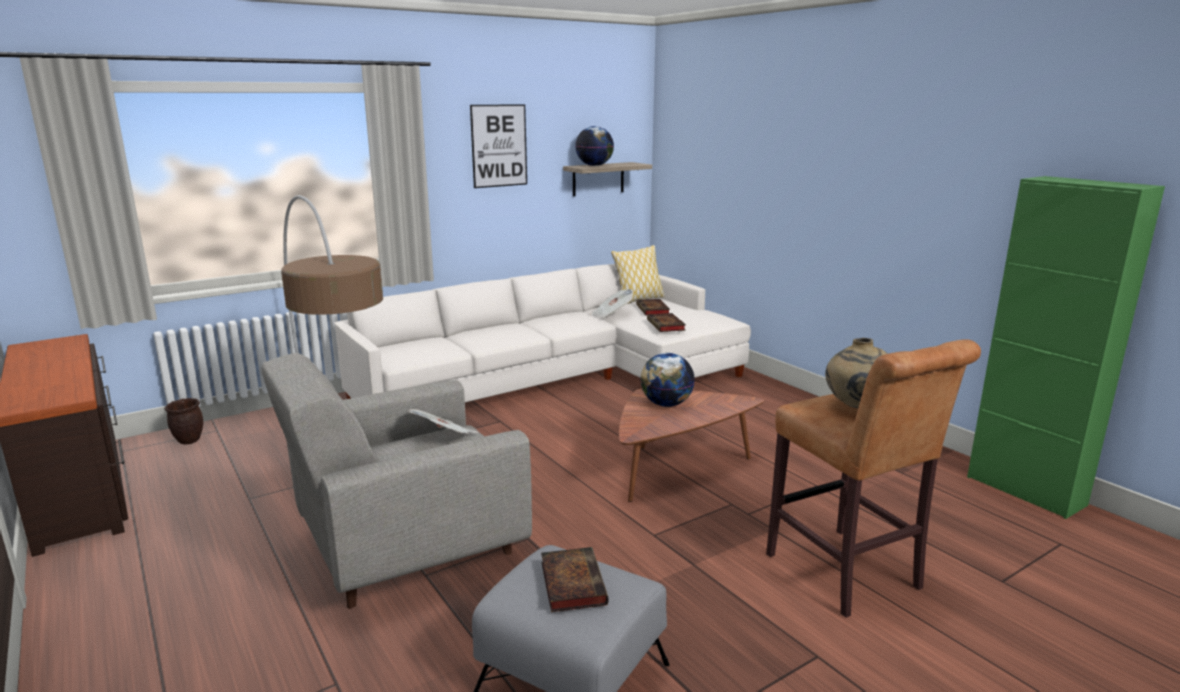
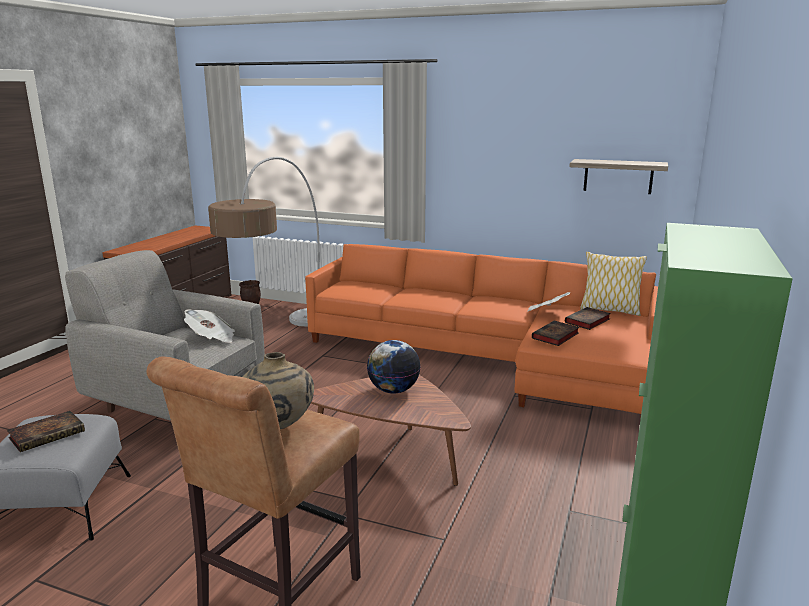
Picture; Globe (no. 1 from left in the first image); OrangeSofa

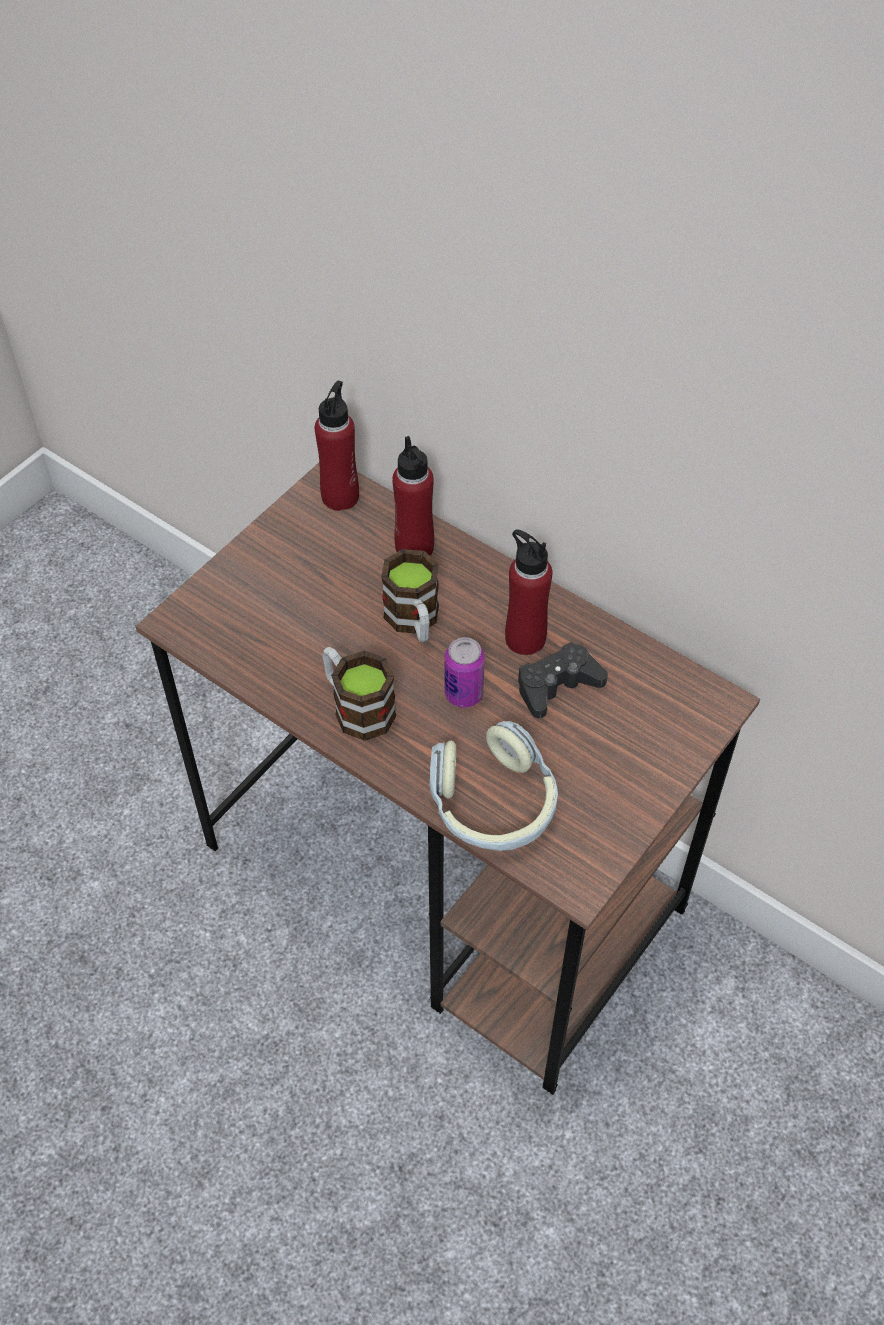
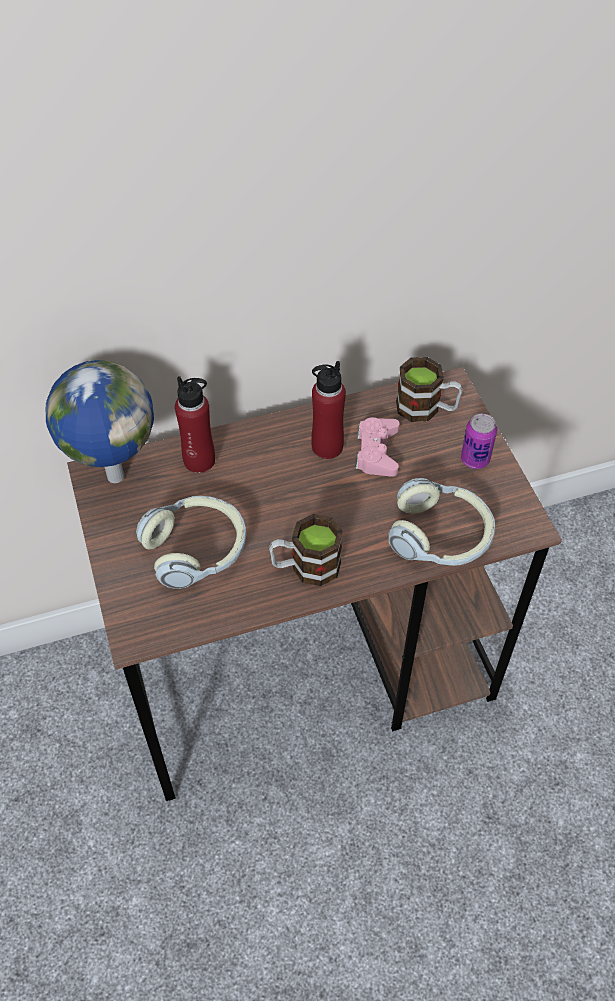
Globe; Mug (no. 2 from left); Can; PinkGameController; Headphones (no. 1 from left)

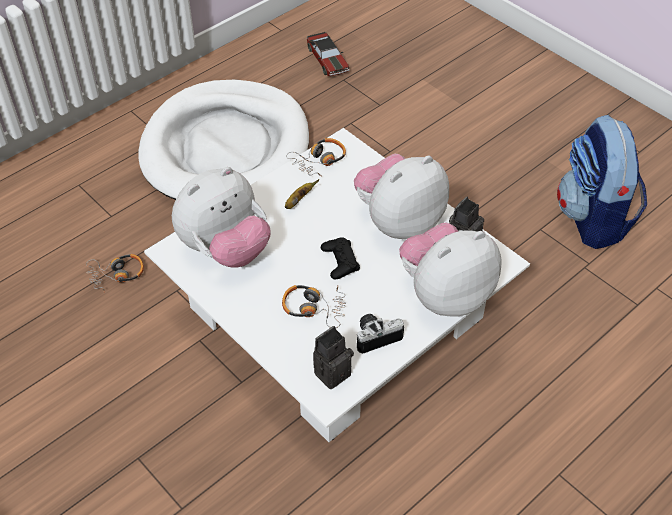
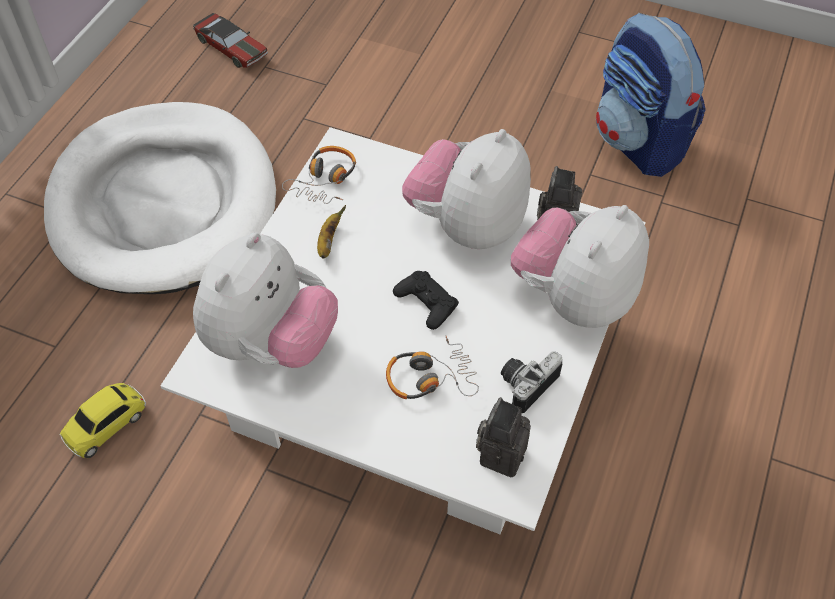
ToyCar (no. 1 from left)

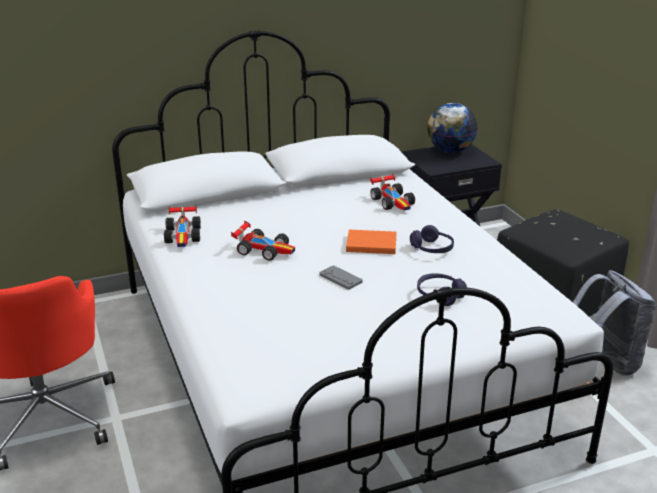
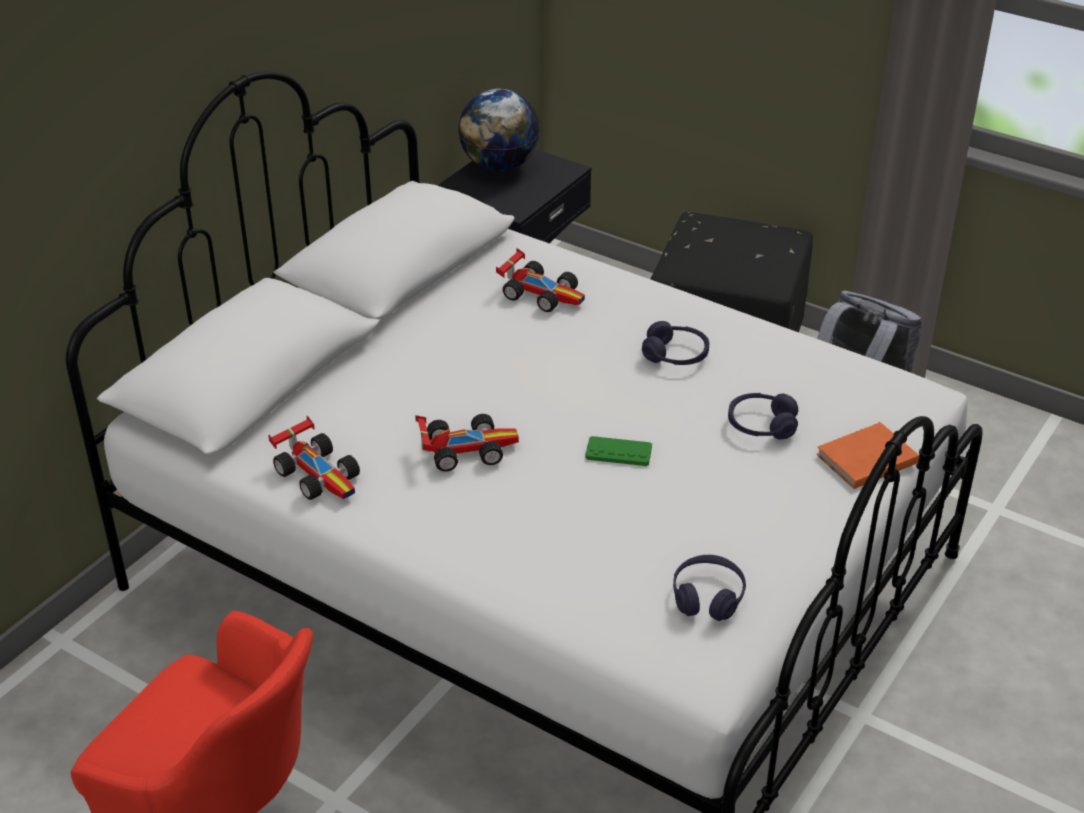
OrangeBook; GreenGameController; PurpleHeadphones (no. 2 from left)

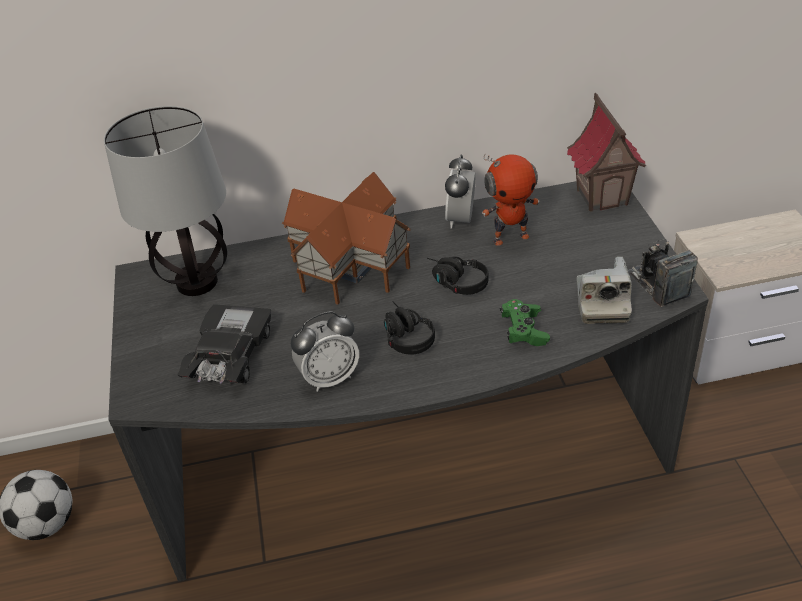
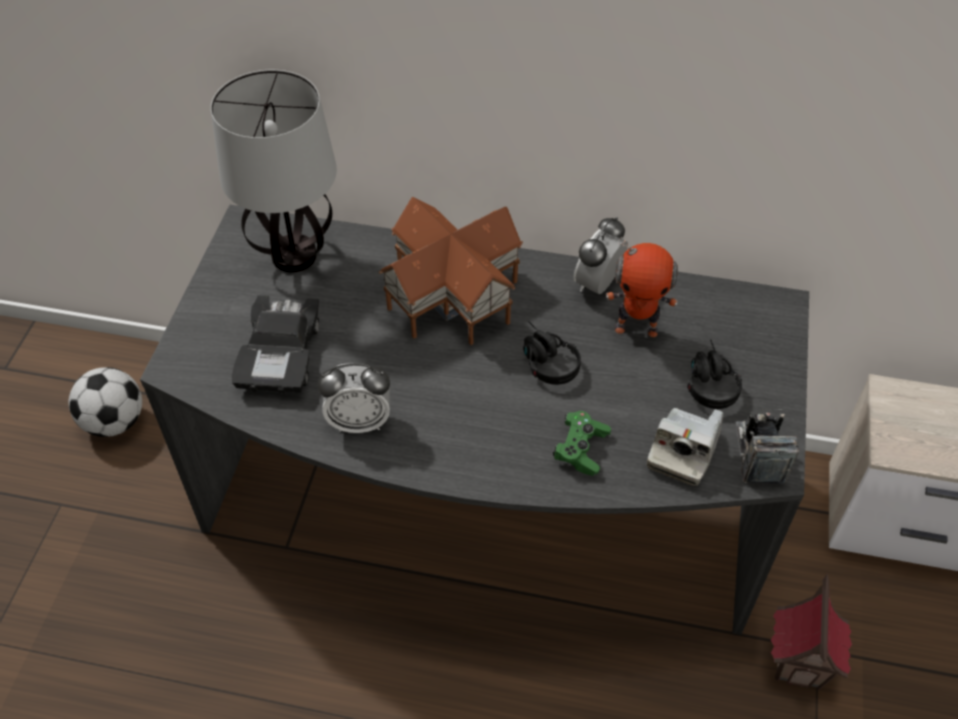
ToyHouse (no. 2 from left); BlackHeadphones (no. 2 from left); BlackToyCar

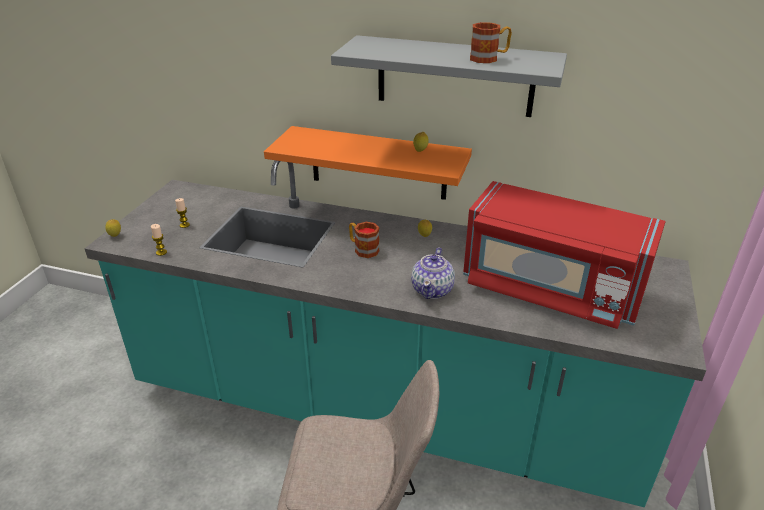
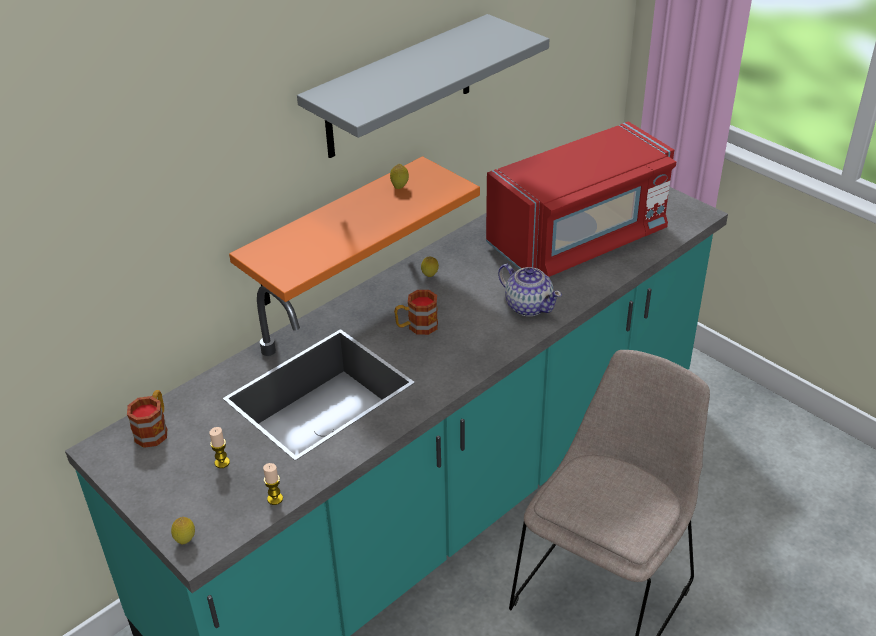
Mug (no. 1 from left)

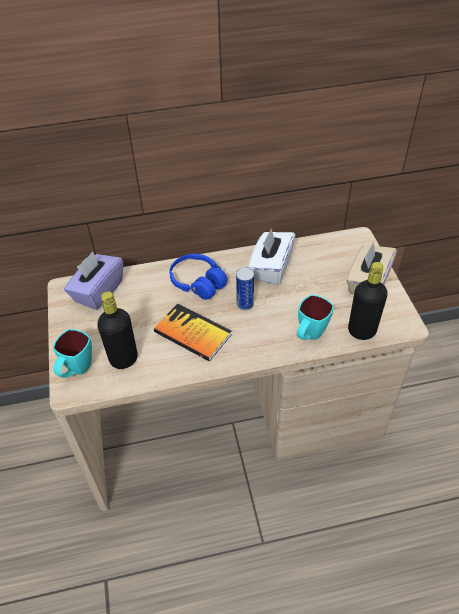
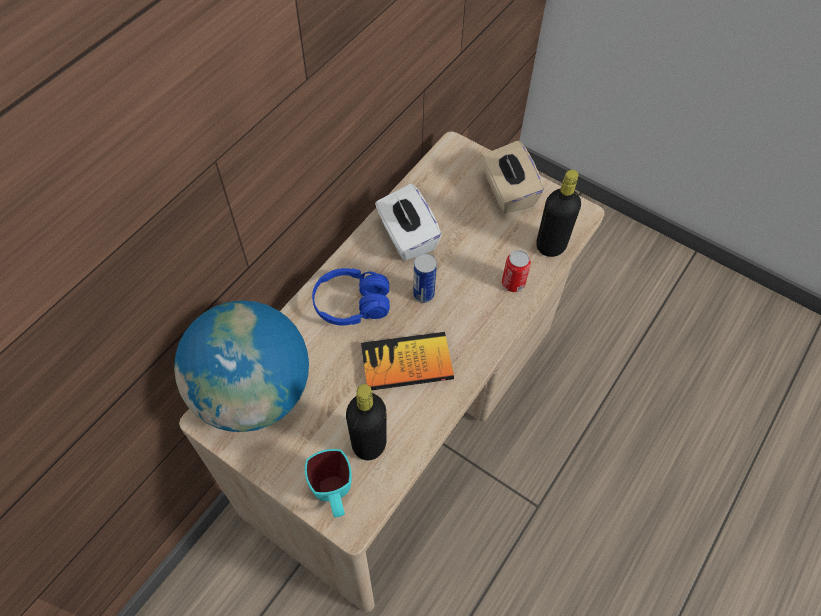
Globe; Can (no. 2 from left)

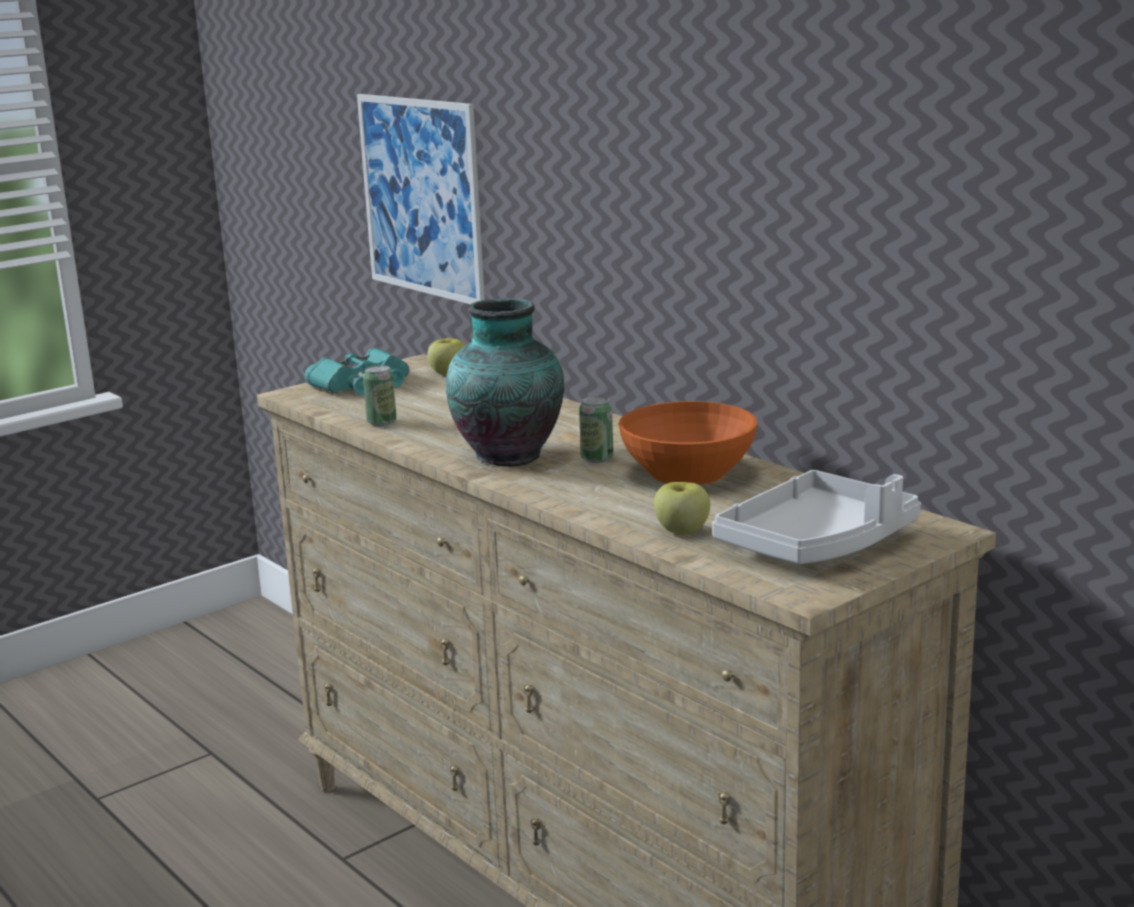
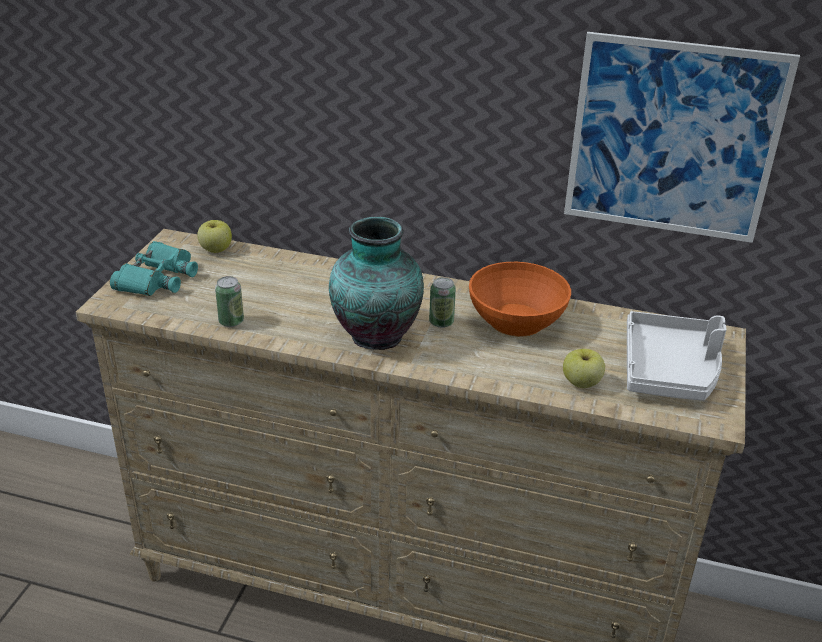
Picture

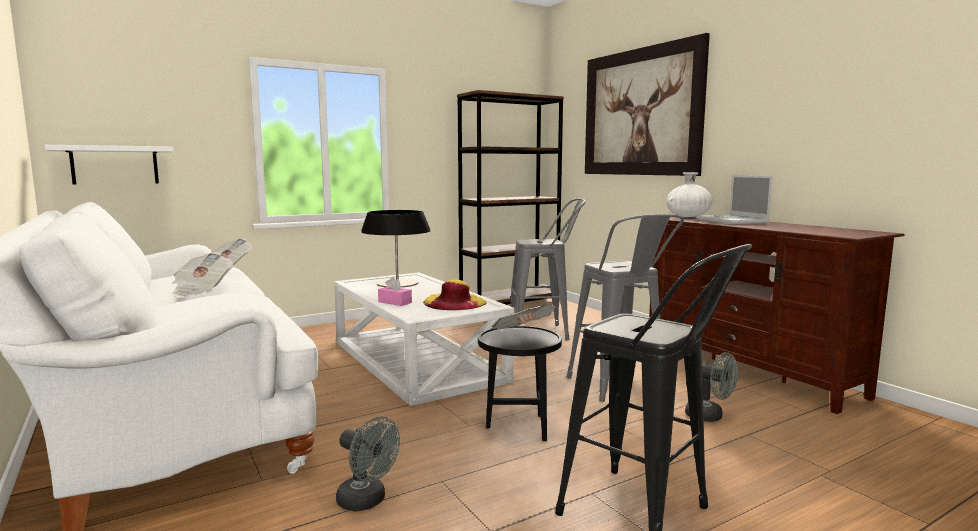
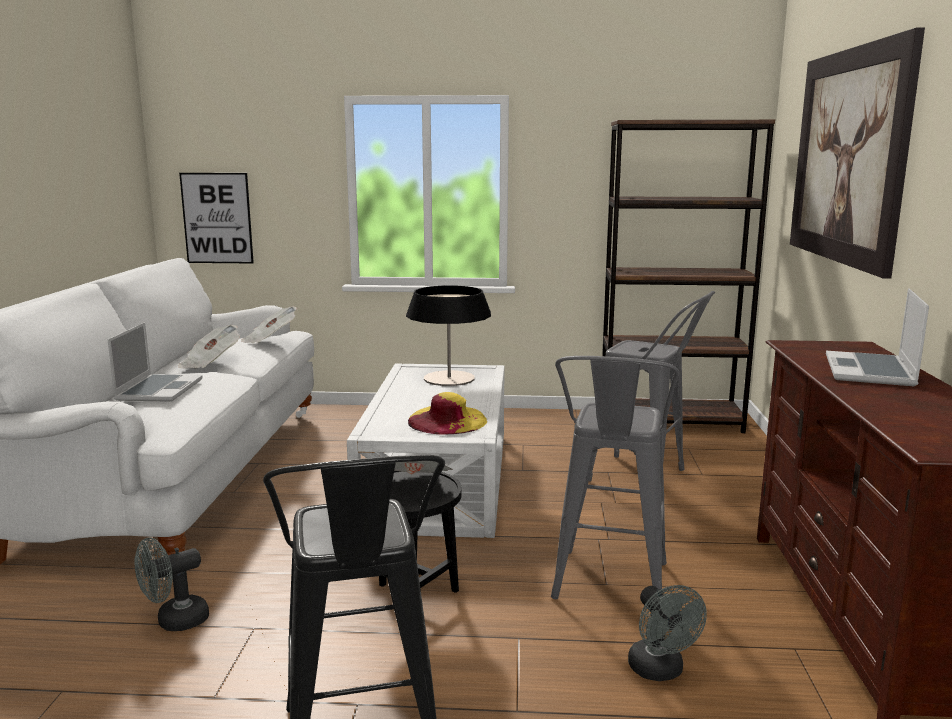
Picture (no. 1 from left); WhiteVase; PinkTissueBox; GreyFan (no. 1 from left); Laptop (no. 1 from left)

